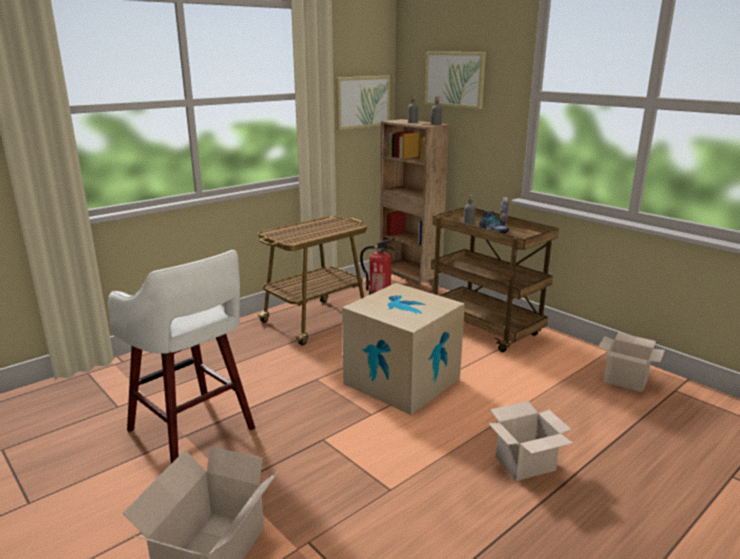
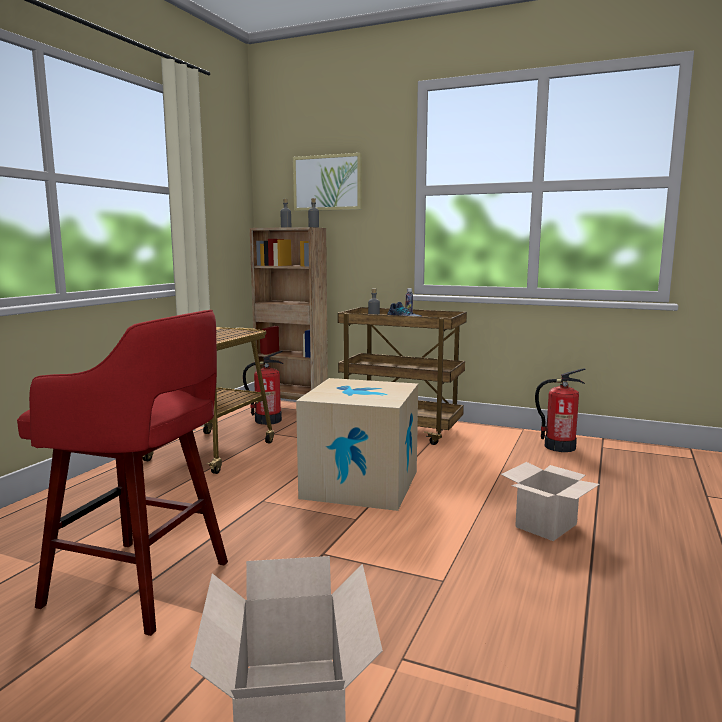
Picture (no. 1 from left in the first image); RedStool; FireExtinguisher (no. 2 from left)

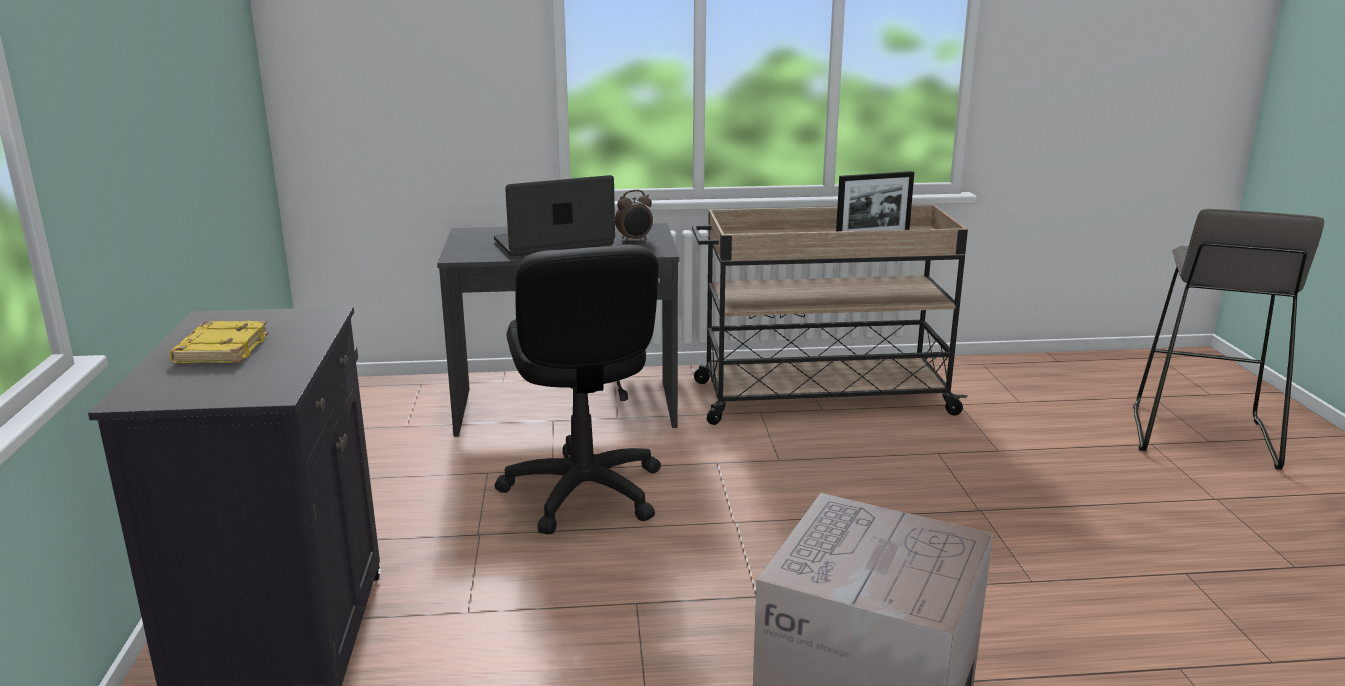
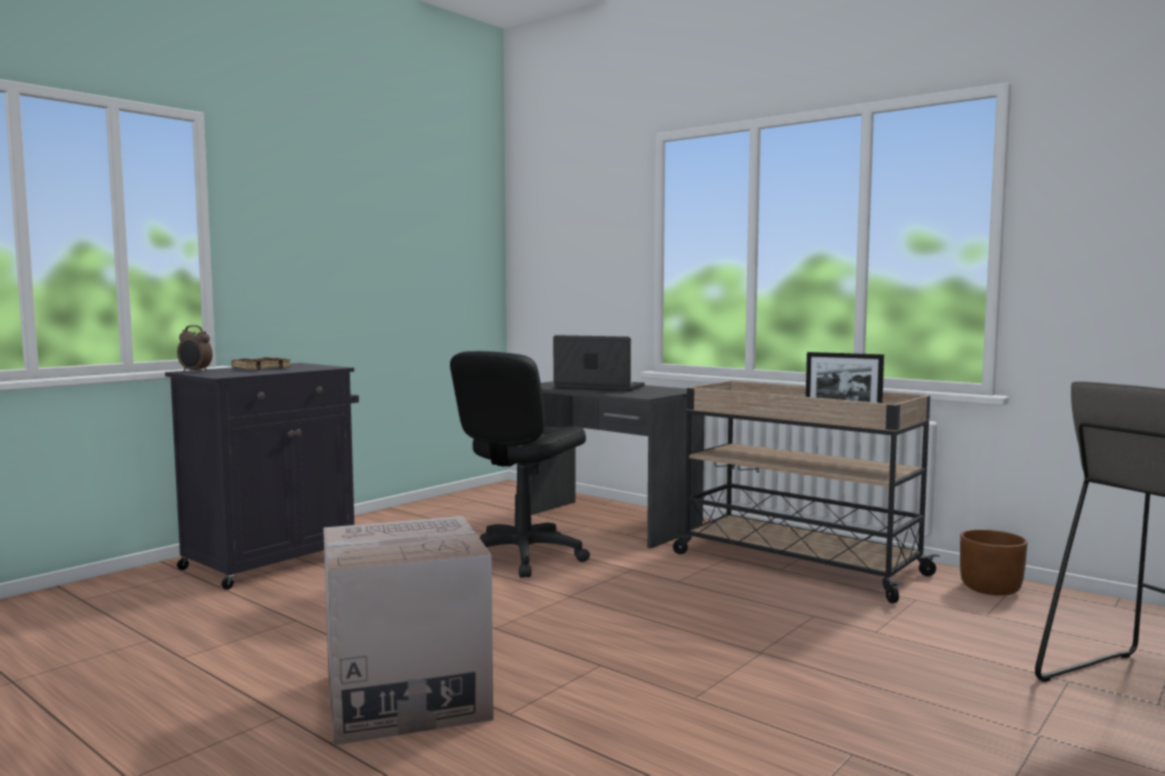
AlarmClock; BrownBook; BrownPlanter

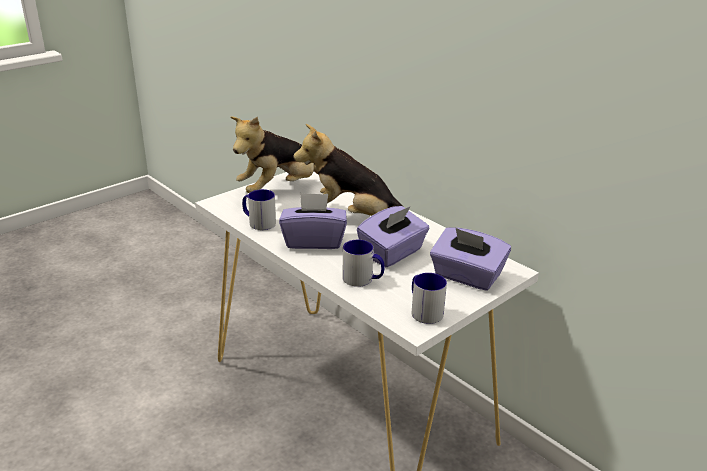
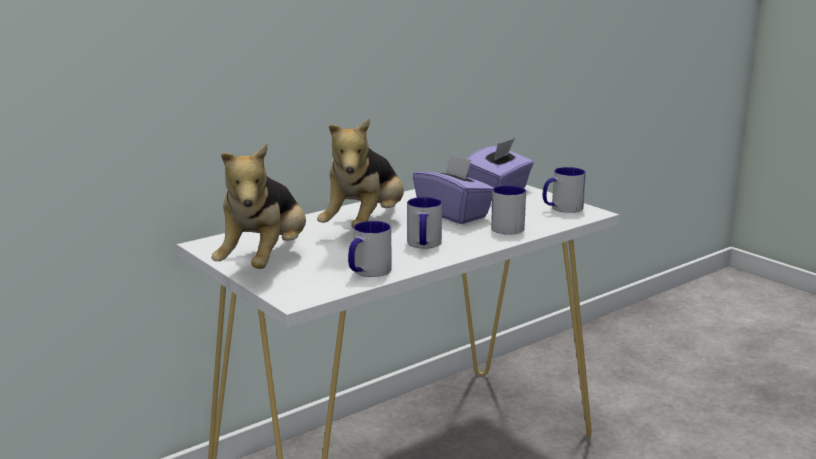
PlushToy (no. 1 from left); Mug (no. 2 from left)

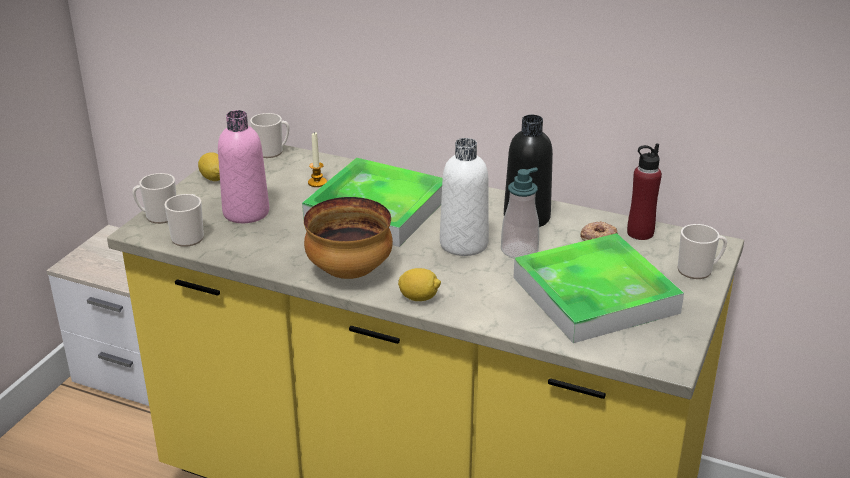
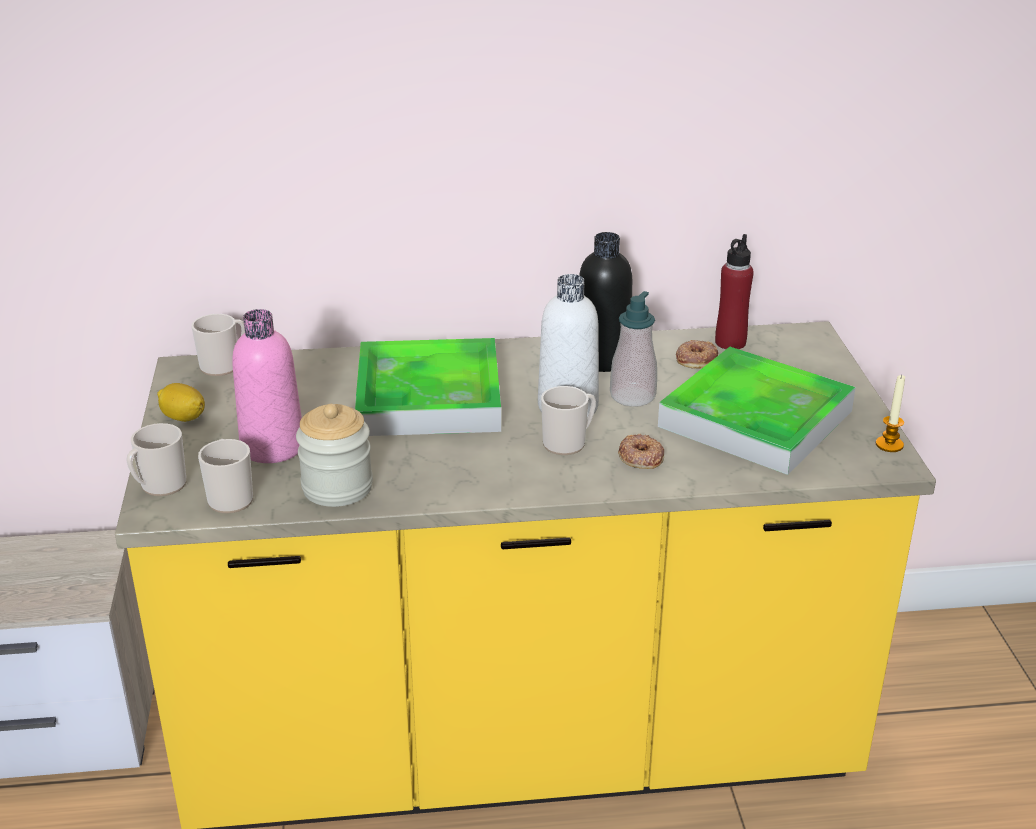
Candle; Bowl; Mug (no. 4 from left); Lemon (no. 2 from left in the first image); Jar; Donut (no. 1 from left)

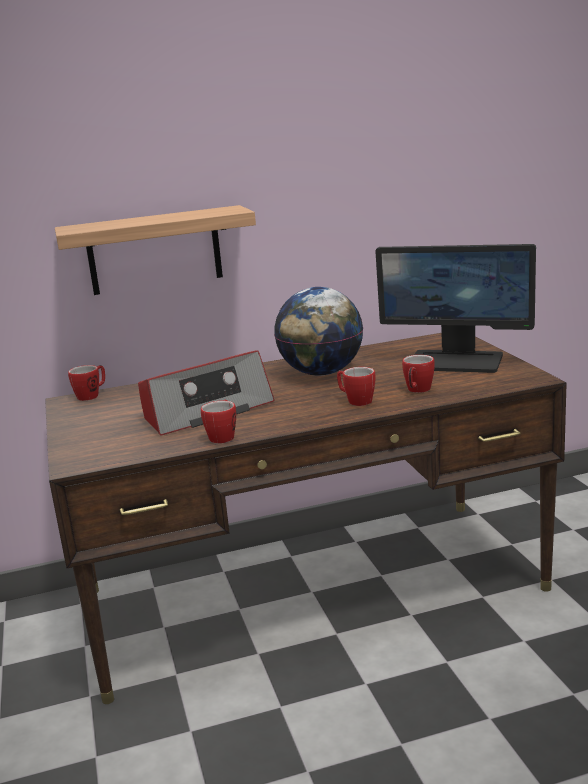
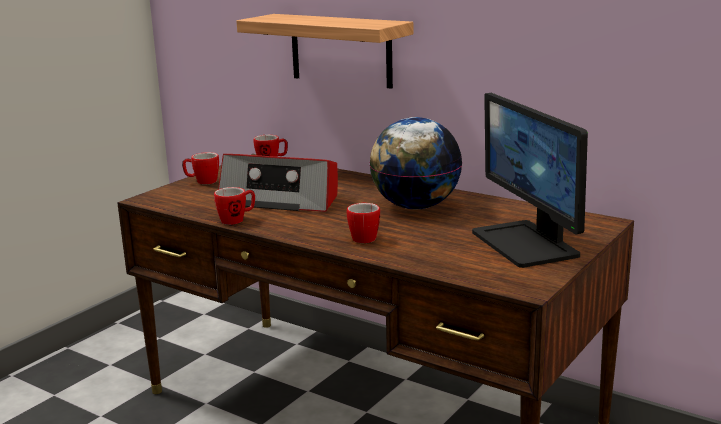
Mug (no. 1 from left)

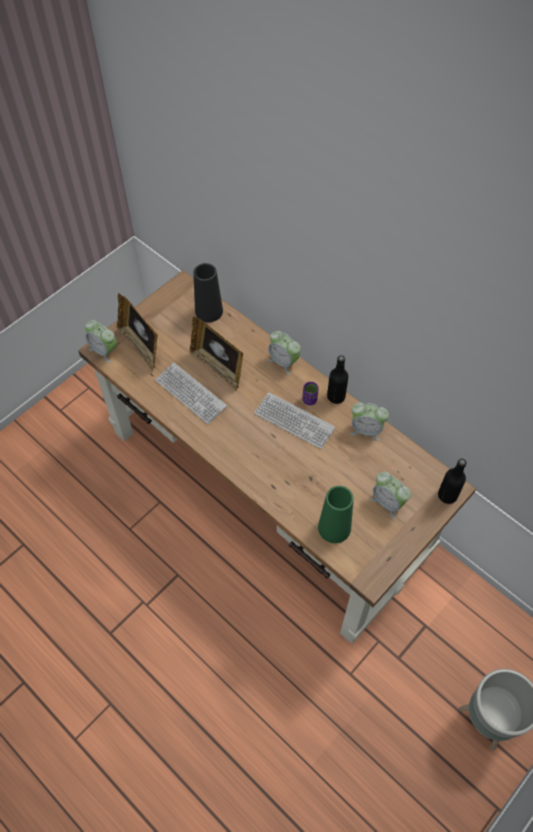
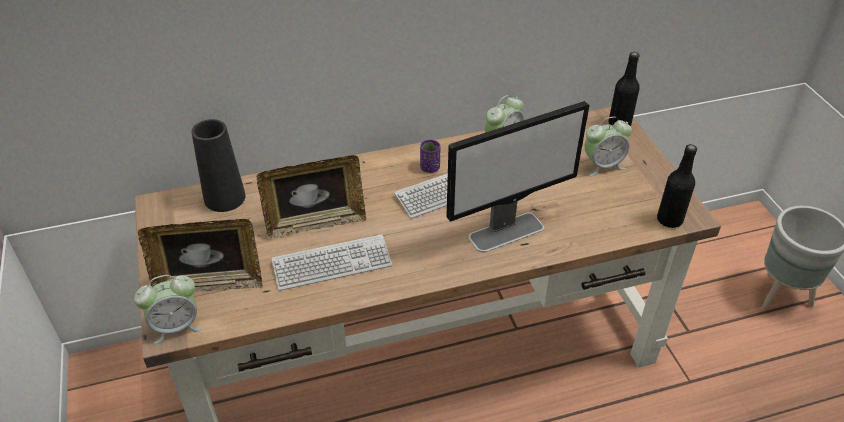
AlarmClock (no. 2 from left in the first image); BlackBottle (no. 2 from left); GreenVase; Monitor

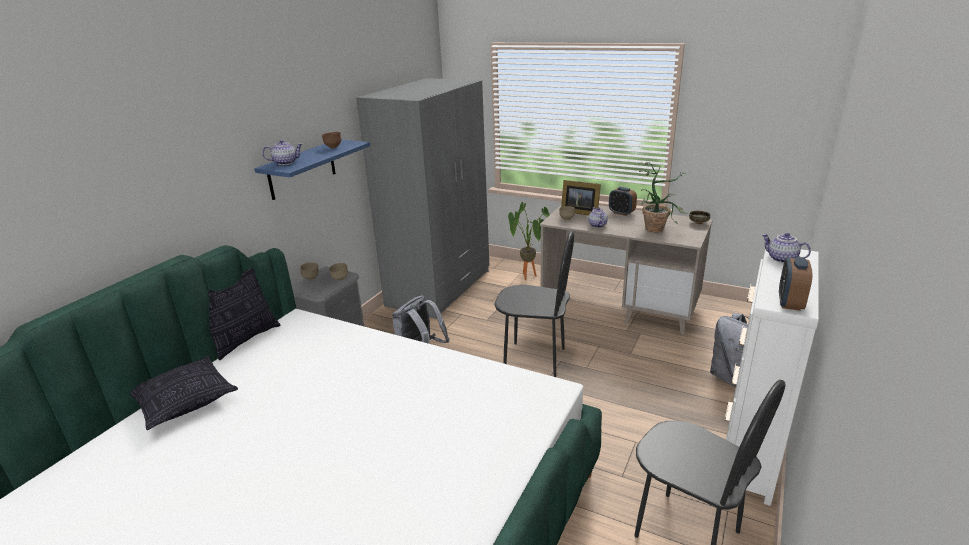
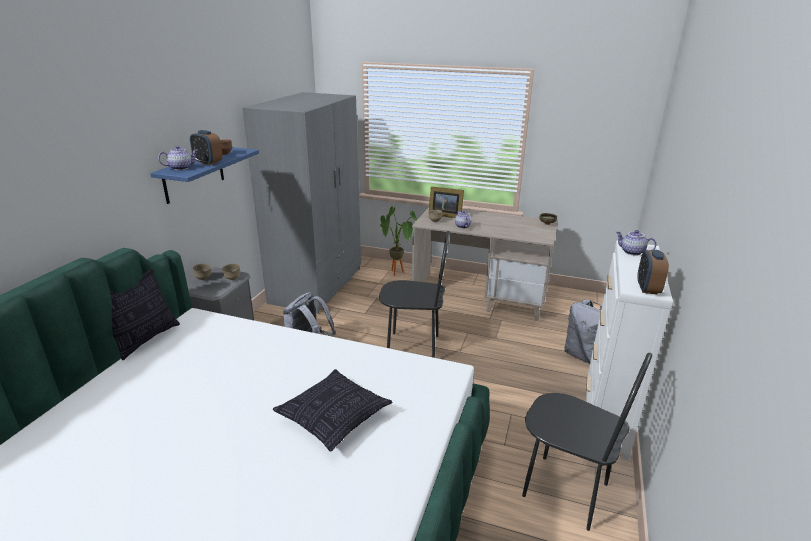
PottedPlant (no. 2 from left in the first image); AlarmClock (no. 1 from left); Pillow (no. 2 from left)

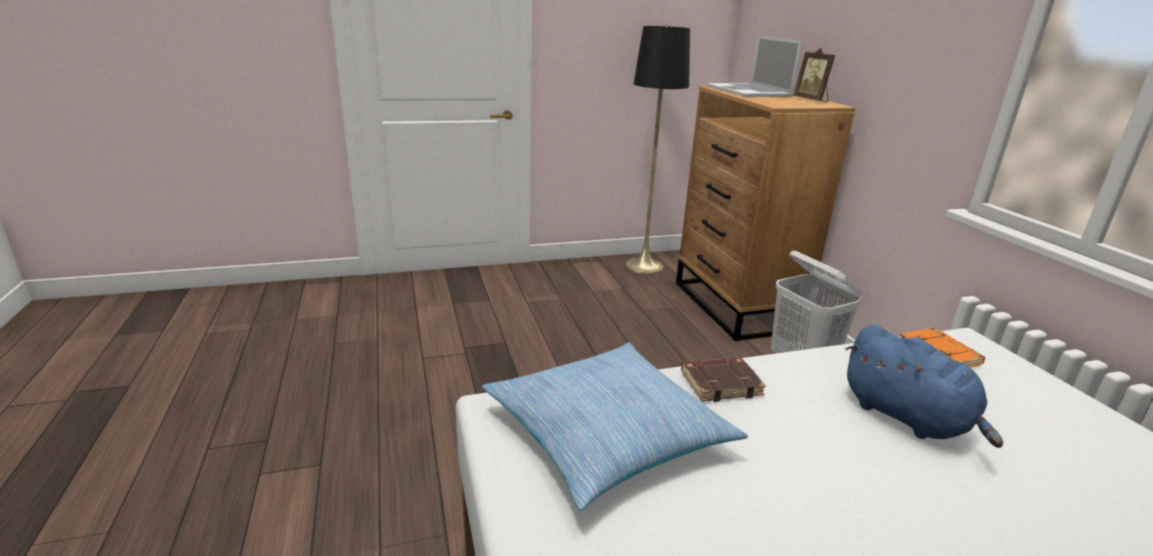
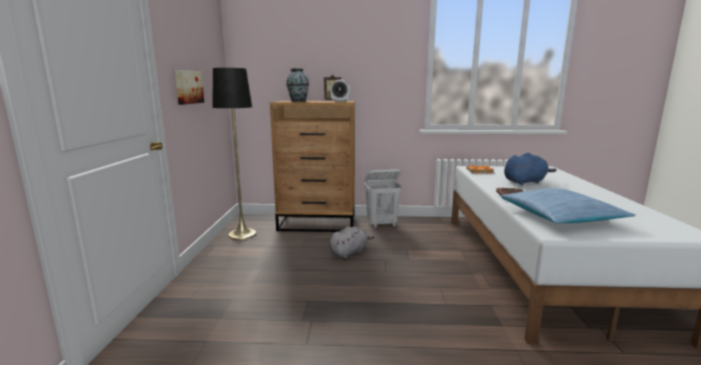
Vase; Picture; AlarmClock; GreyPlushToy

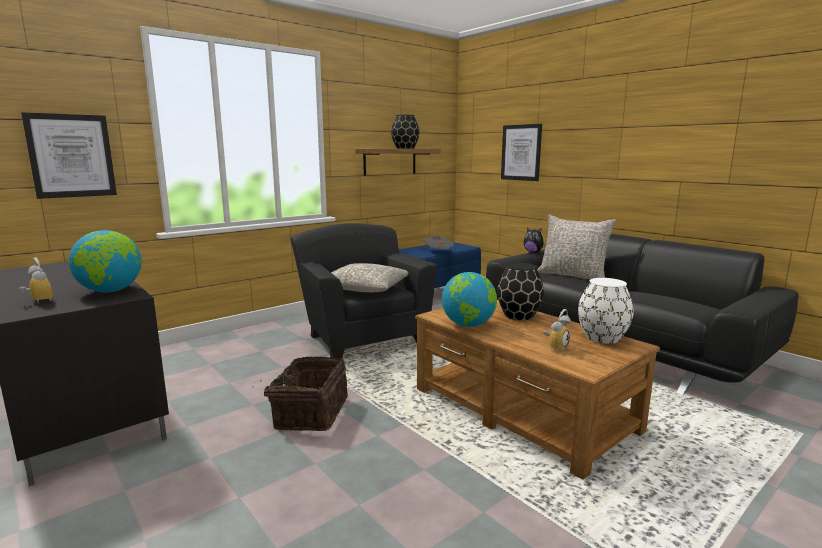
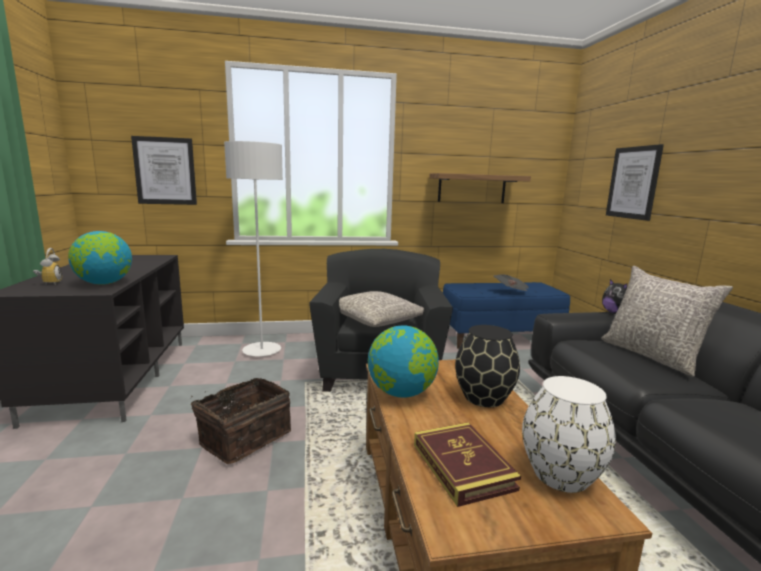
BlackVase (no. 1 from left in the first image); Book; WhiteFloorLamp

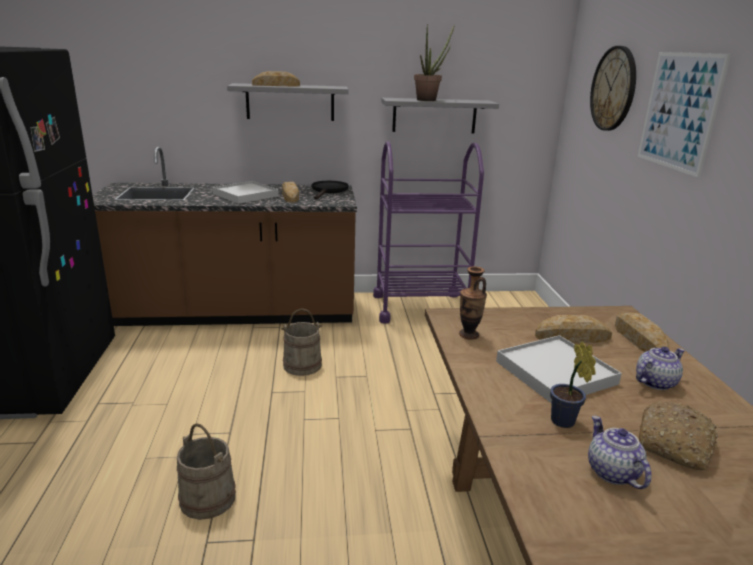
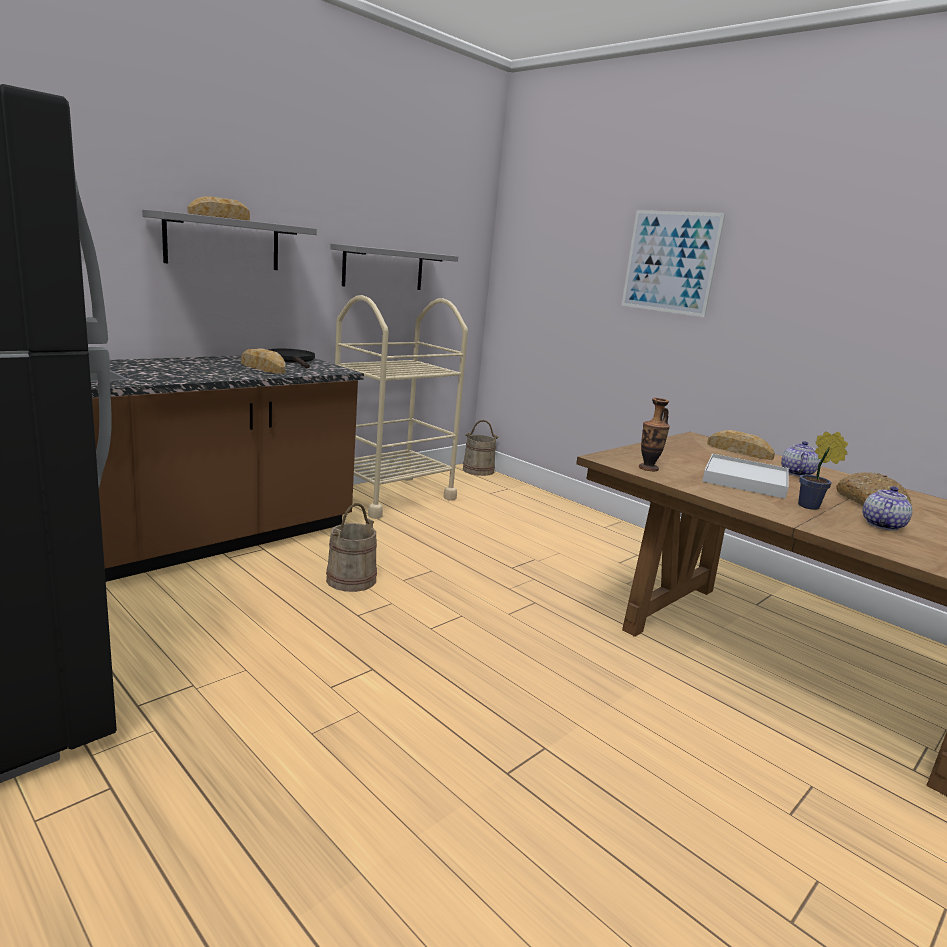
PottedPlant (no. 1 from left in the first image); WallClock; BeigeCart; WhiteTray (no. 1 from left in the first image); Bread (no. 3 from left in the first image); Teapot (no. 2 from left); BeigeBucket (no. 2 from left)

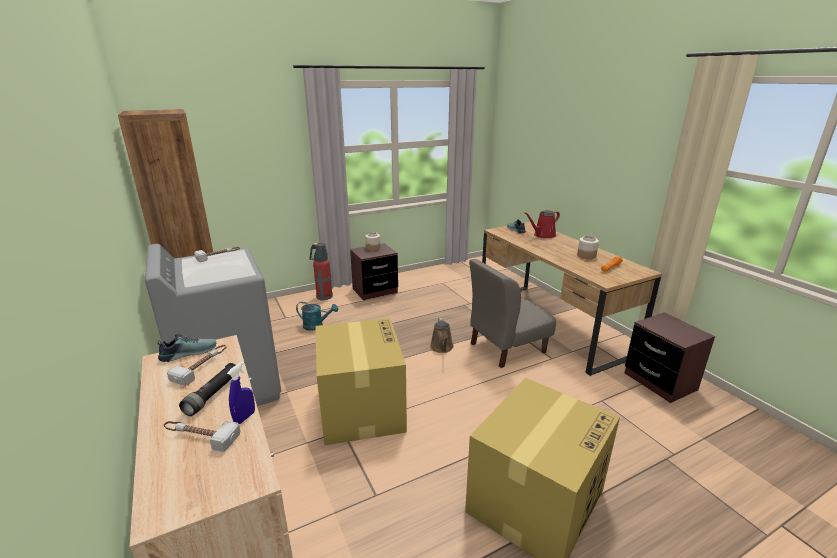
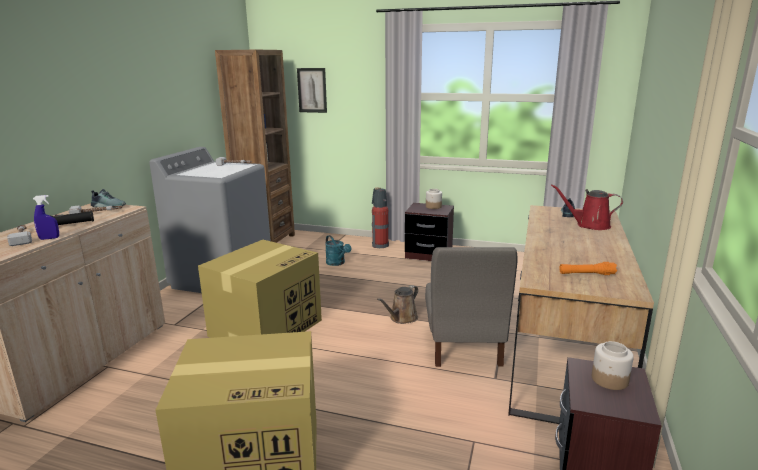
Jar (no. 2 from left); GreyChair; Picture

